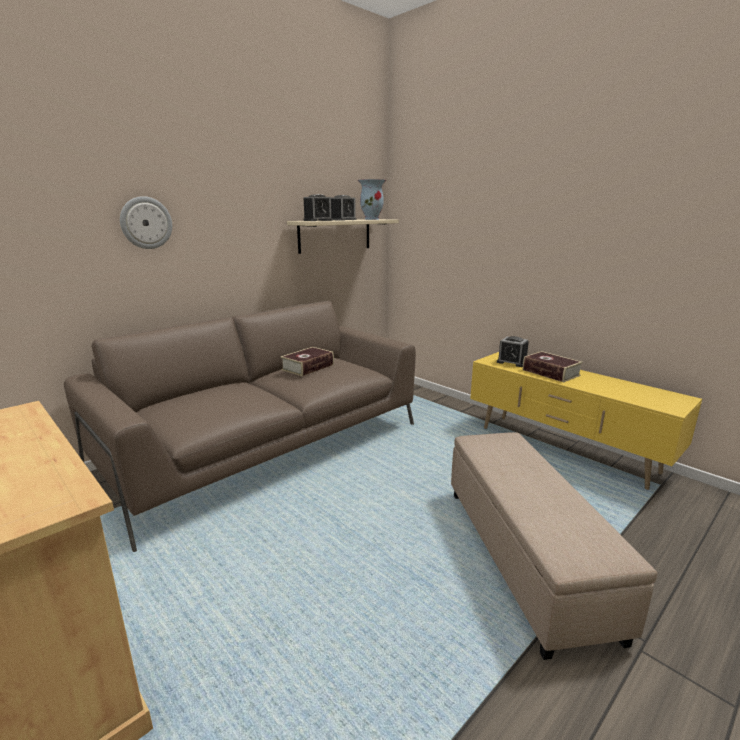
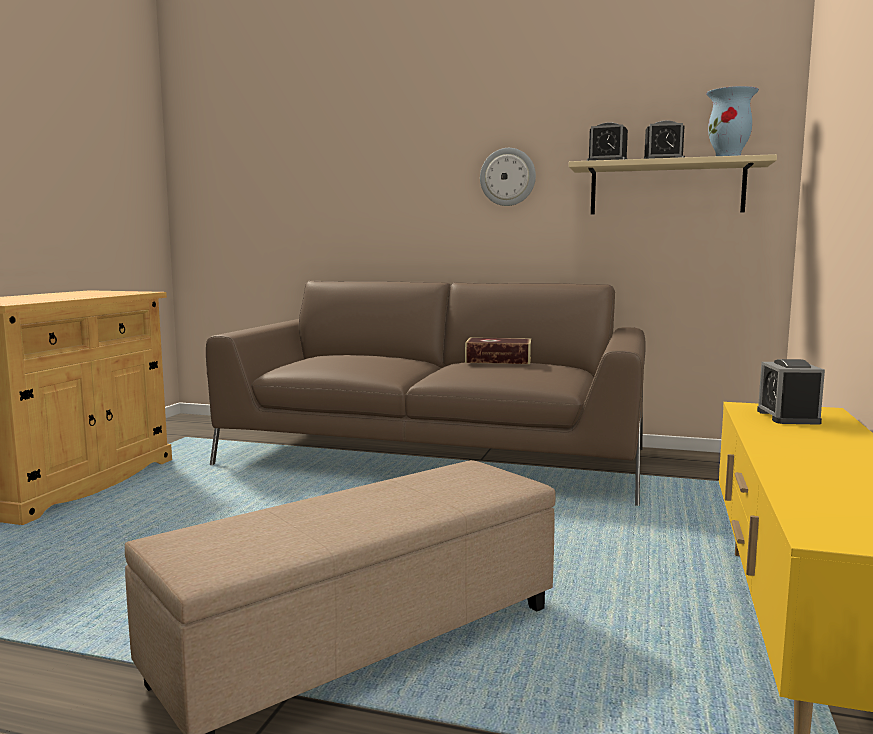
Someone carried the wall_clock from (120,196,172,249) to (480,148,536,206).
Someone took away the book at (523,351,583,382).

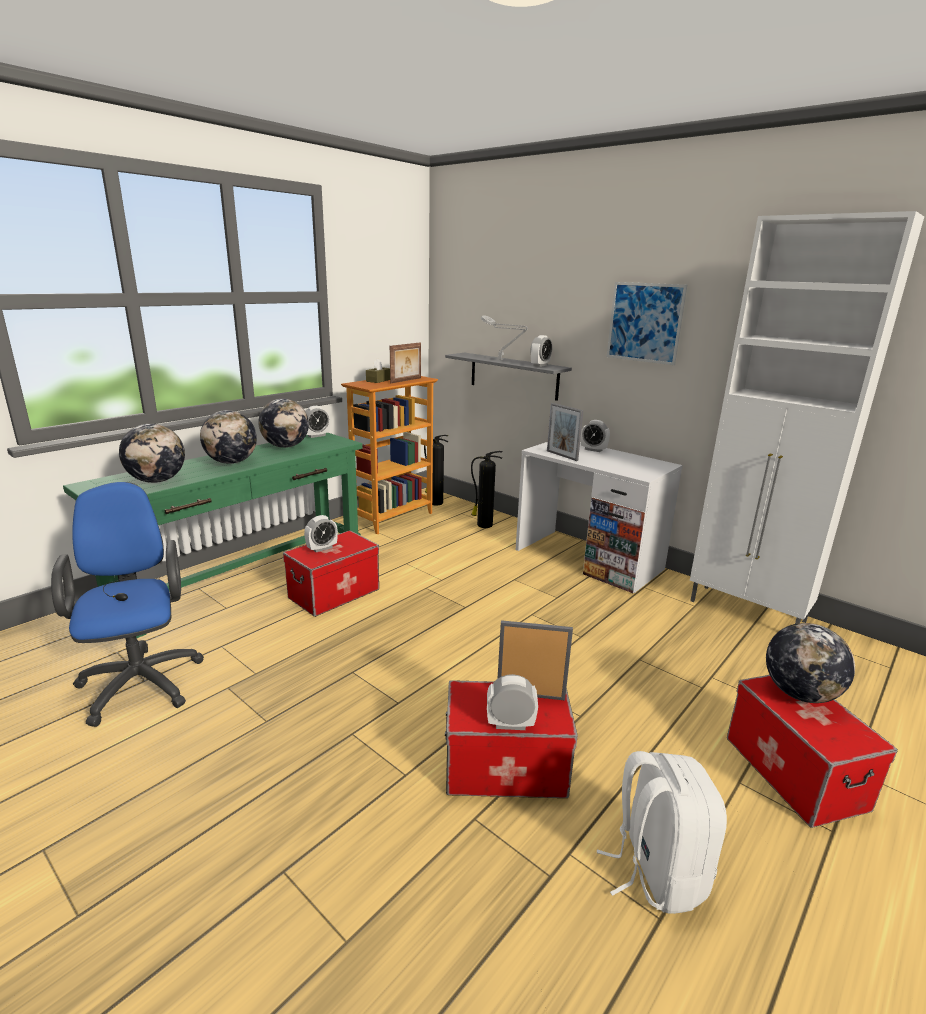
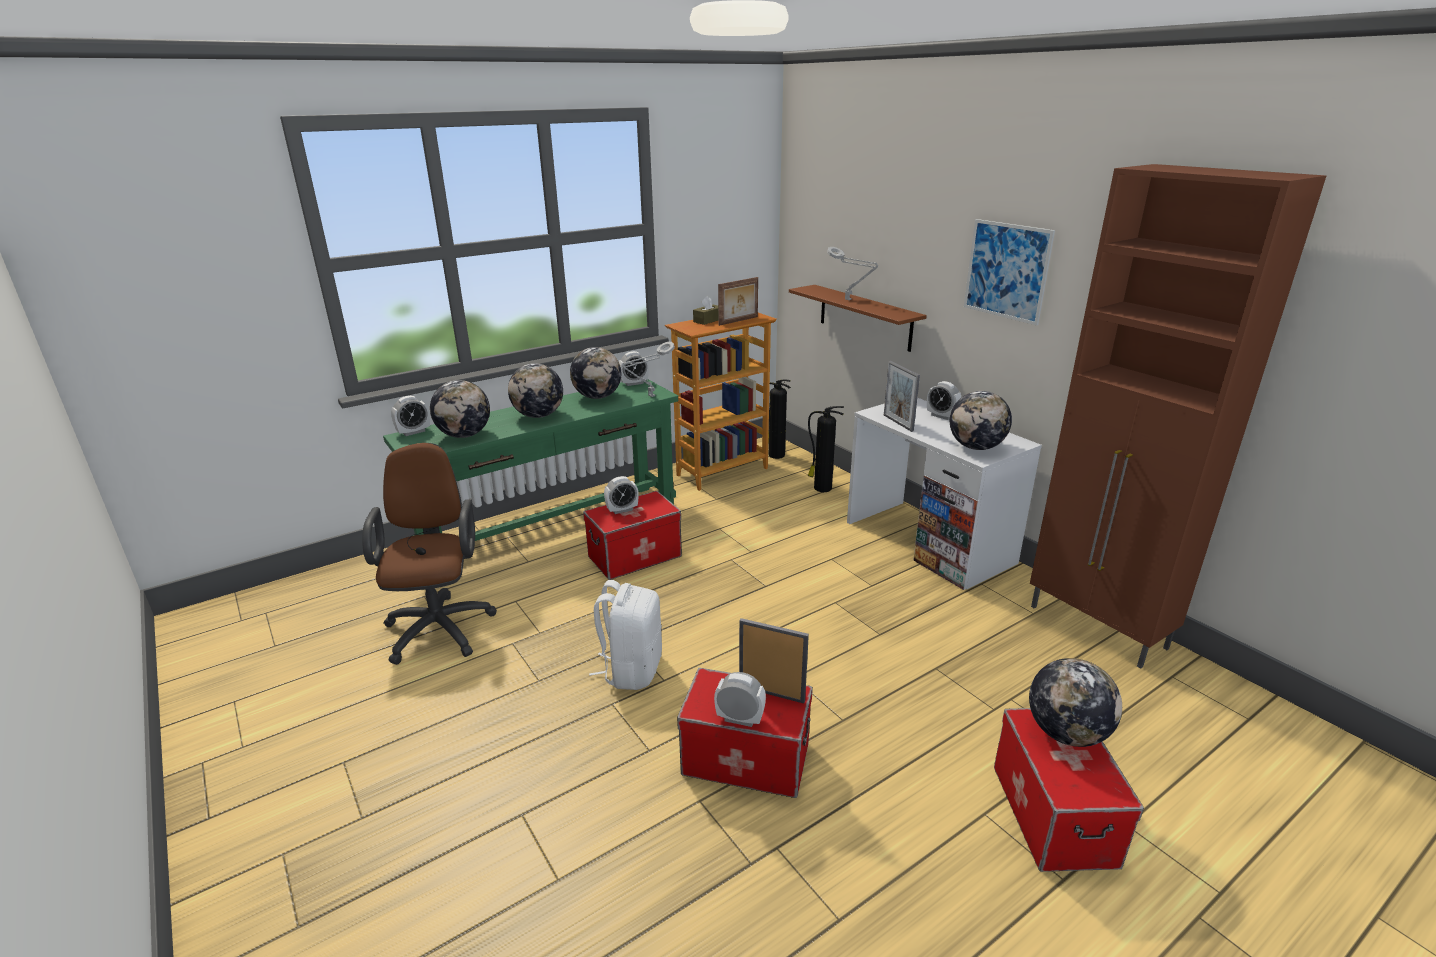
Someone repainted the blue_office_chair at (51,482,204,727), which became the brown_office_chair at (362,443,497,665).
Someone repainted the grey_shelf at (445,353,572,401), which became the brown_shelf at (789,285,927,352).
Someone carried the alarm_clock from (530,335,552,367) to (391,396,430,436).
Someone carried the white_backpack from (597,751,727,914) to (589,580,662,690).
Someone repainted the white_cabinet at (690,211,924,624), which became the brown_cabinet at (1030,164,1326,668).
Someone put down the grey_table_lamp at (622,342,675,397).
Someone put down the globe at (950,391,1012,450).

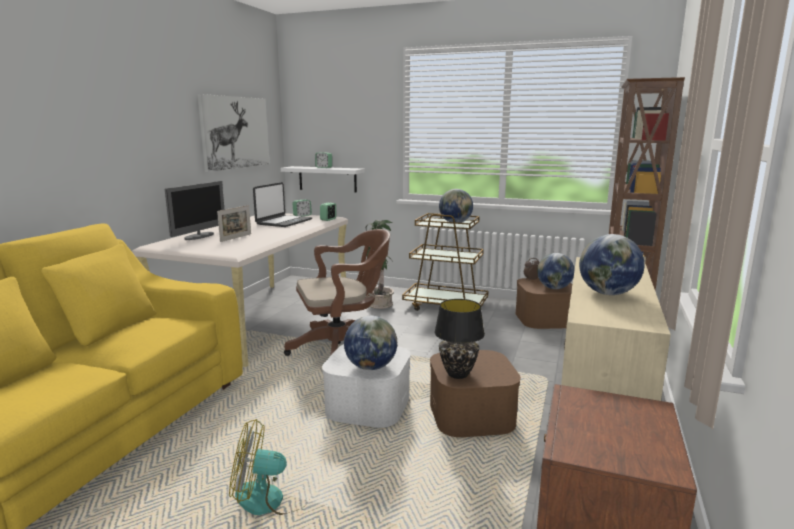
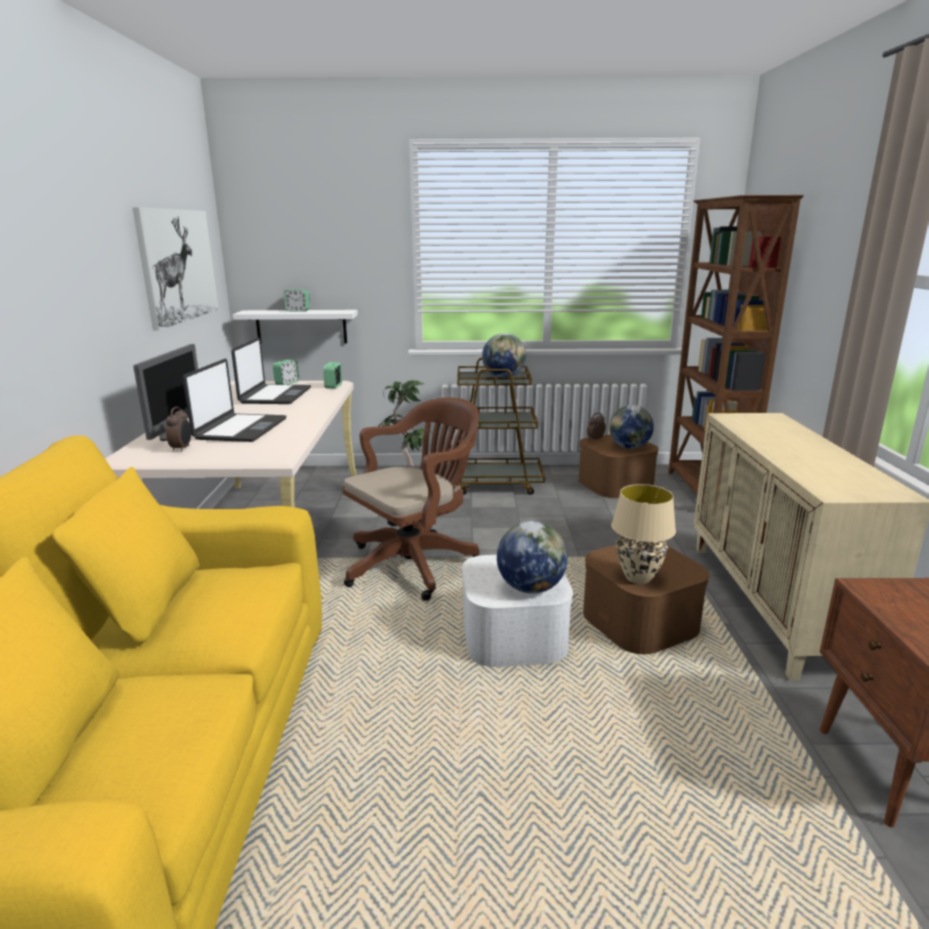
Someone swapped the picture_frame at (217,205,251,242) for the laptop at (183,359,286,442).
Someone took away the fan at (229,419,309,515).
Someone repainted the black_table_lamp at (434,299,485,379), which became the beige_table_lamp at (611,484,676,584).
Someone took away the globe at (579,234,644,295).
Someone put down the alarm_clock at (166,407,191,452).

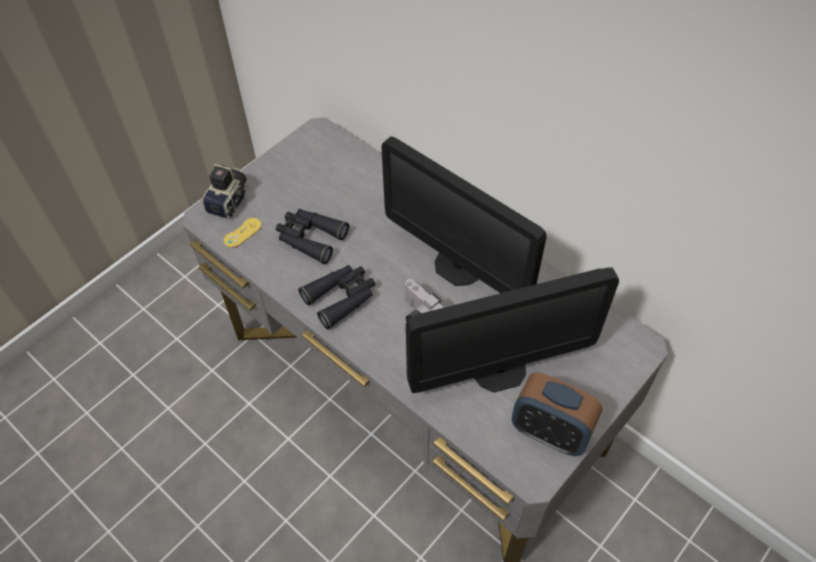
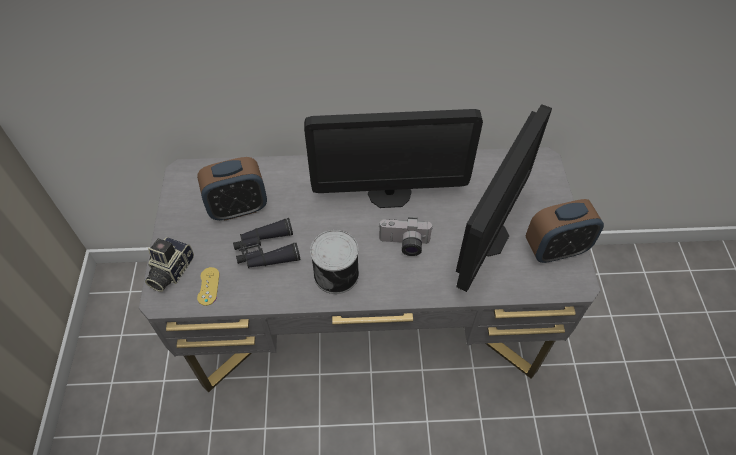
Someone rotated the photo_camera at (202,164,247,219) by 135 degrees counterclockwise.
Someone swapped the black_binoculars at (298,265,376,330) for the can at (310,230,359,294).
Someone put down the alarm_clock at (197,157,267,221).

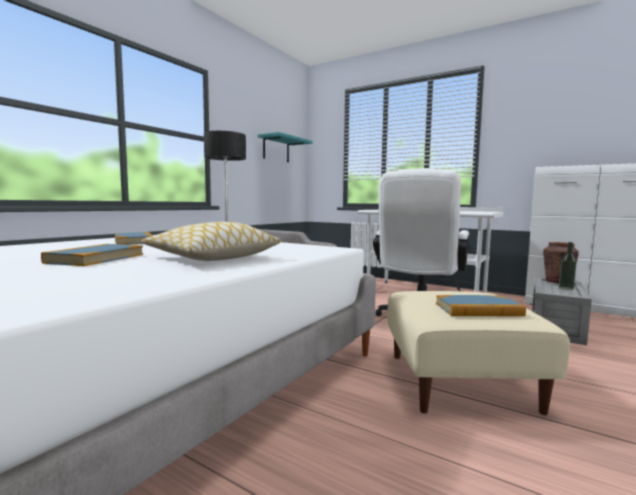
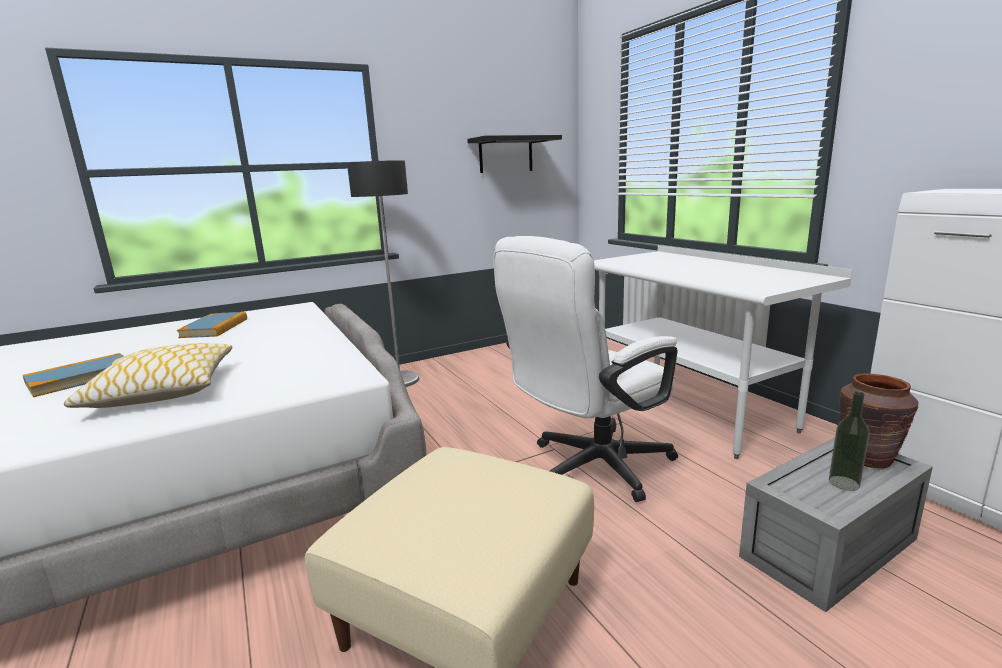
Someone repainted the turquoise_shelf at (258,132,312,162), which became the black_shelf at (467,135,562,173).
Someone took away the book at (436,295,526,316).

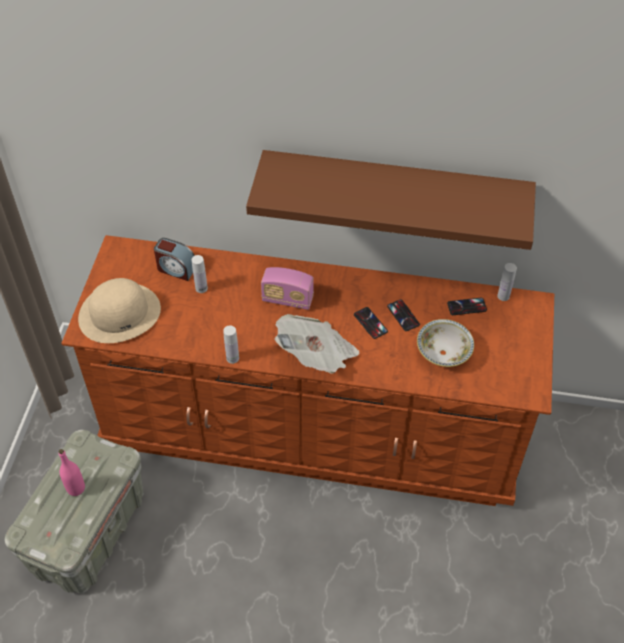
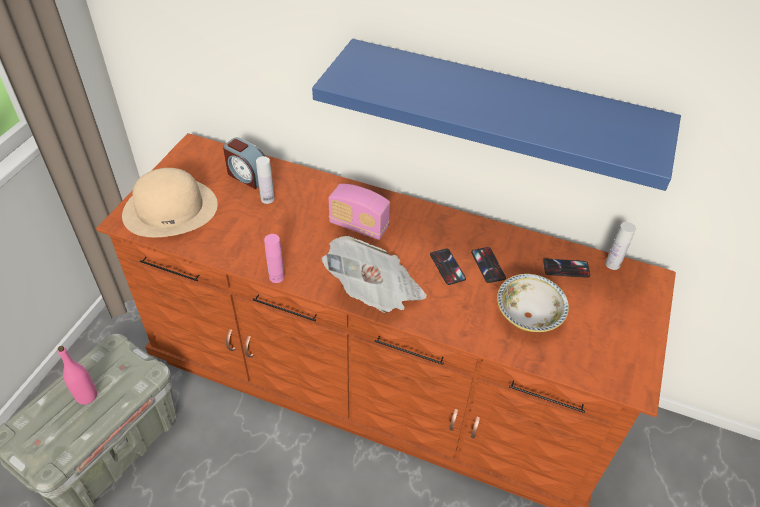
Someone repainted the white_bottle at (223,325,239,364), which became the pink_bottle at (264,234,284,283).
Someone repainted the brown_shelf at (246,150,536,250), which became the blue_shelf at (312,39,681,191).

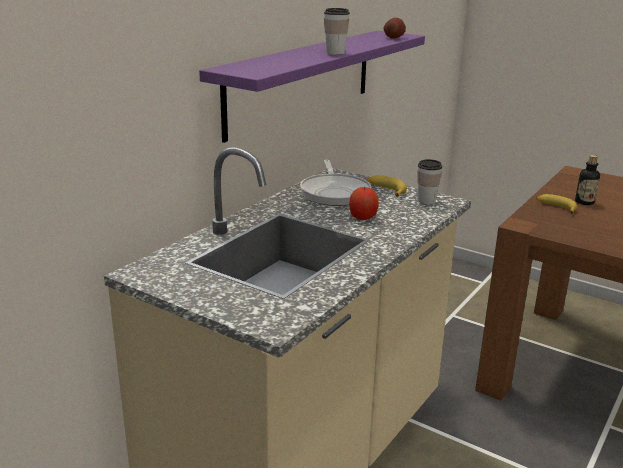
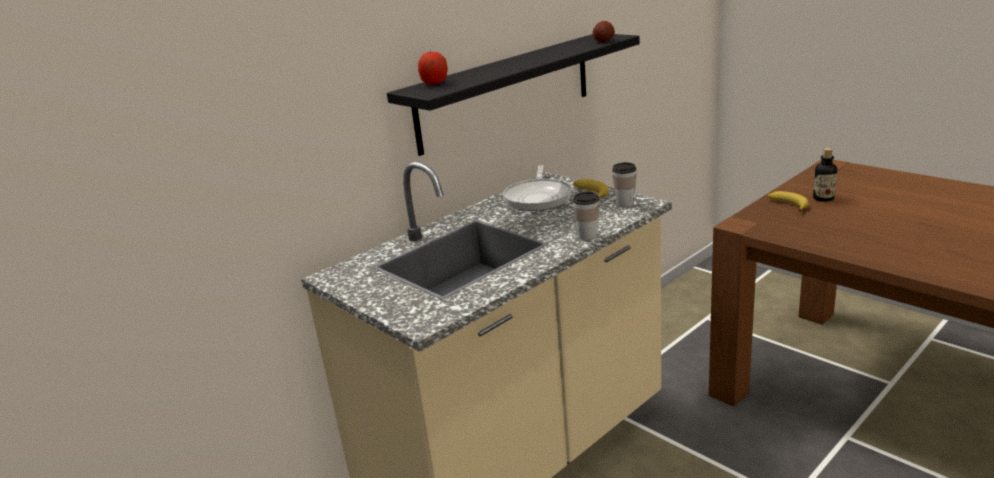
Someone repainted the purple_shelf at (199,31,425,143), which became the black_shelf at (387,34,640,156).
Someone carried the cup from (324,8,350,55) to (572,192,599,240).
Someone carried the apple from (349,187,379,220) to (418,51,448,85).

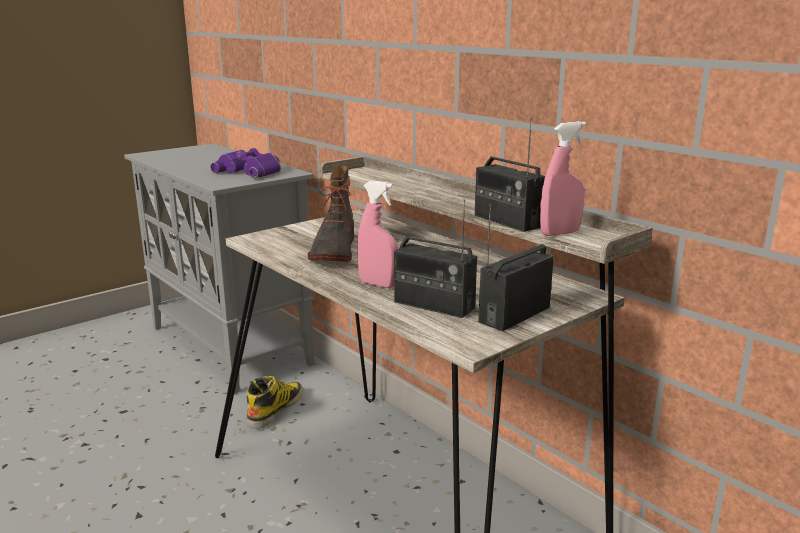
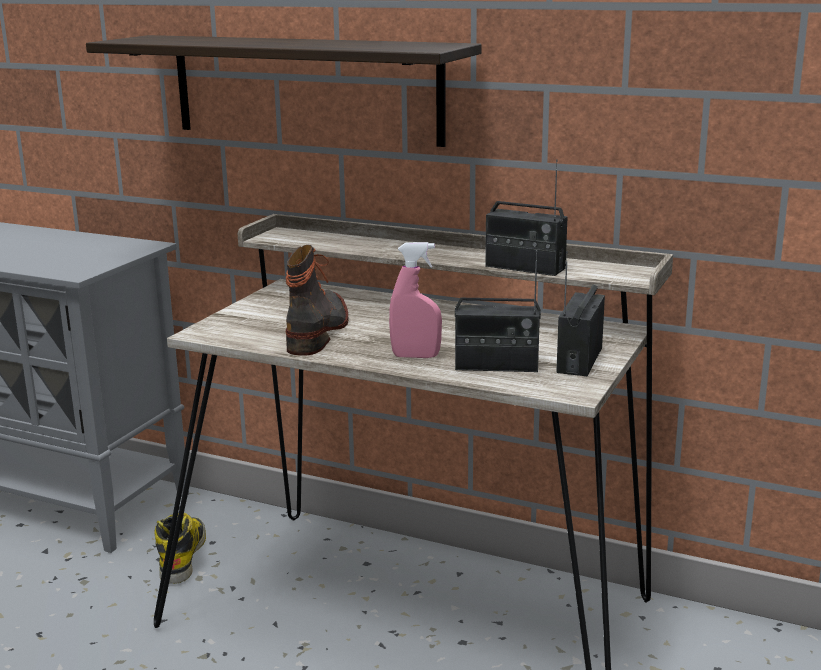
Someone took away the purple_binoculars at (210,148,281,178).
Someone rotated the boot at (308,166,354,262) by 150 degrees counterclockwise.
Someone took away the pink_spray_bottle at (540,121,586,236).
Someone put up the shelf at (86,35,482,147).

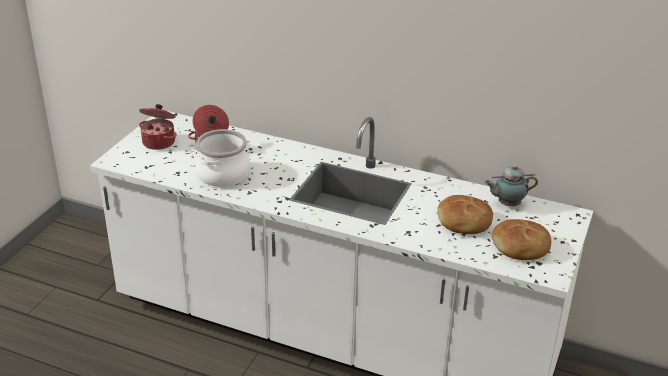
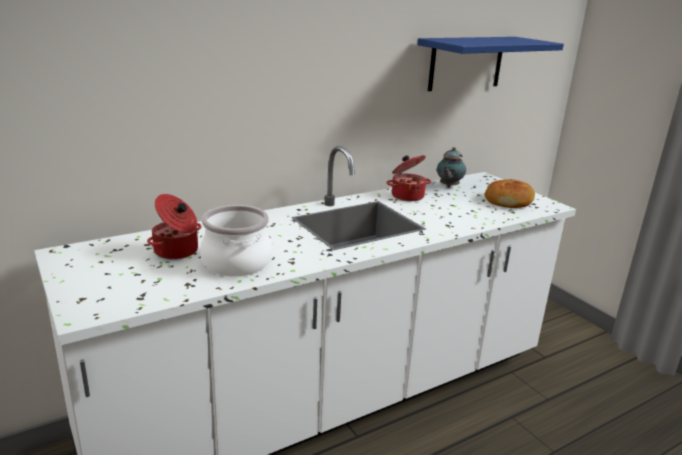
Someone carried the cooking_pot from (139,104,177,150) to (387,155,431,201).
Someone took away the bread at (438,195,493,234).
Someone put up the blue_shelf at (417,37,564,91).

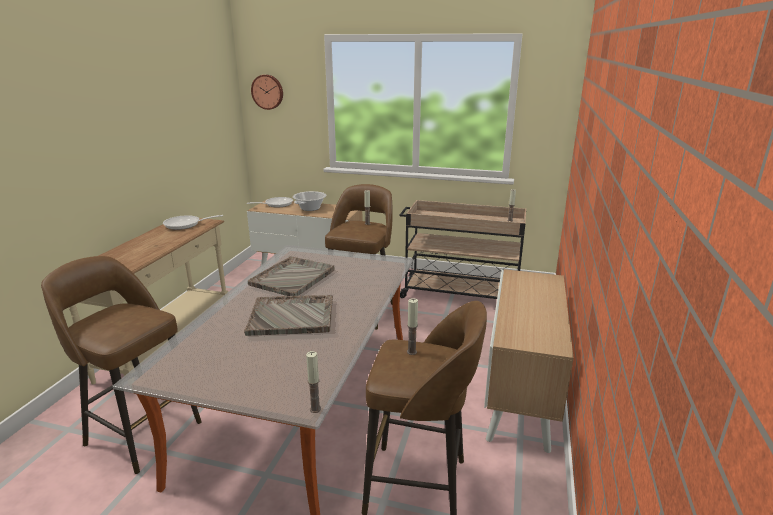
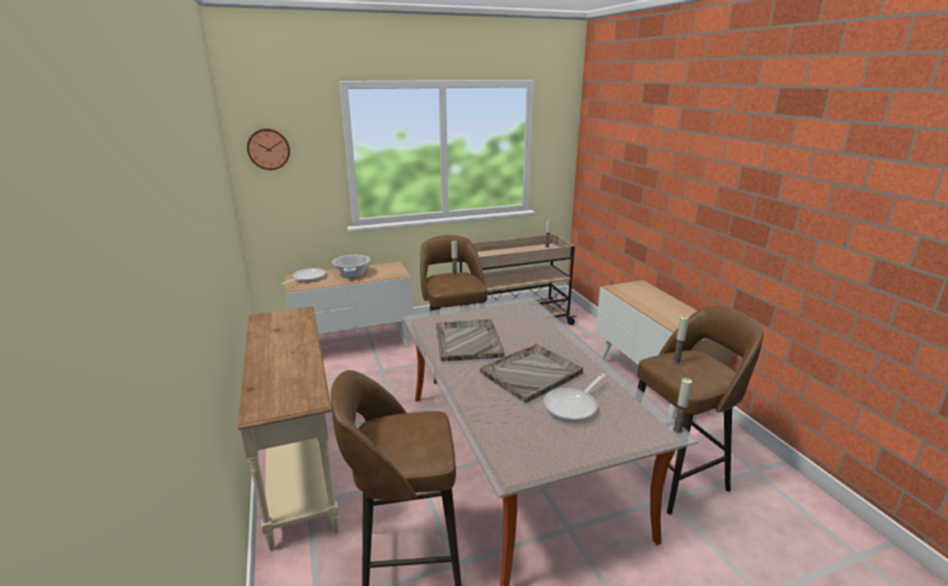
Someone carried the frying_pan from (163,215,223,230) to (544,374,606,422).

